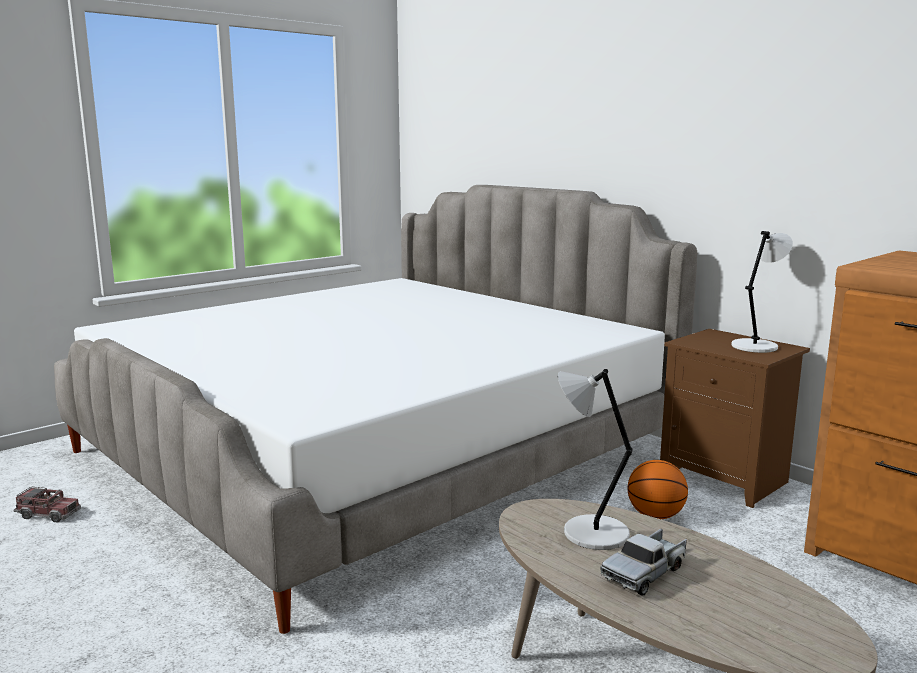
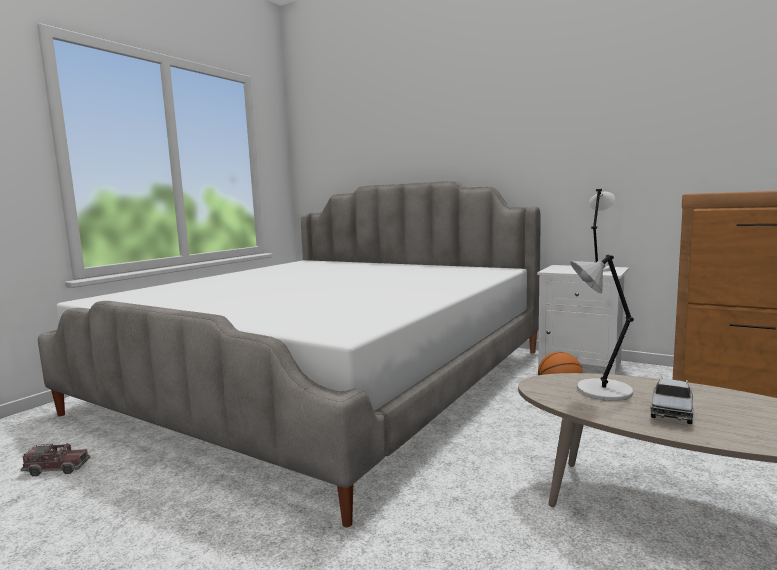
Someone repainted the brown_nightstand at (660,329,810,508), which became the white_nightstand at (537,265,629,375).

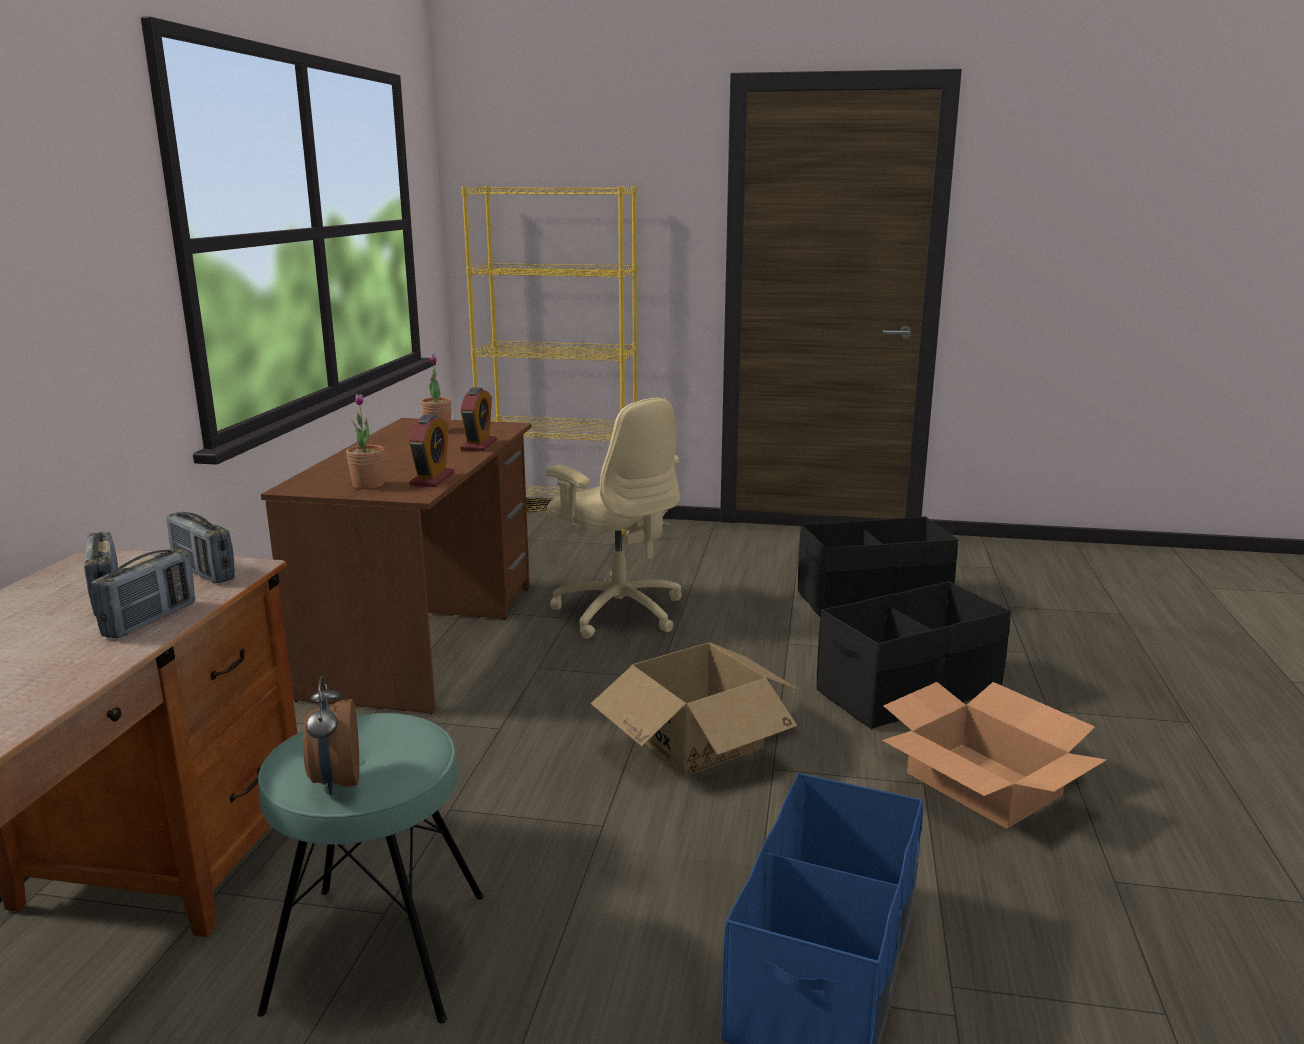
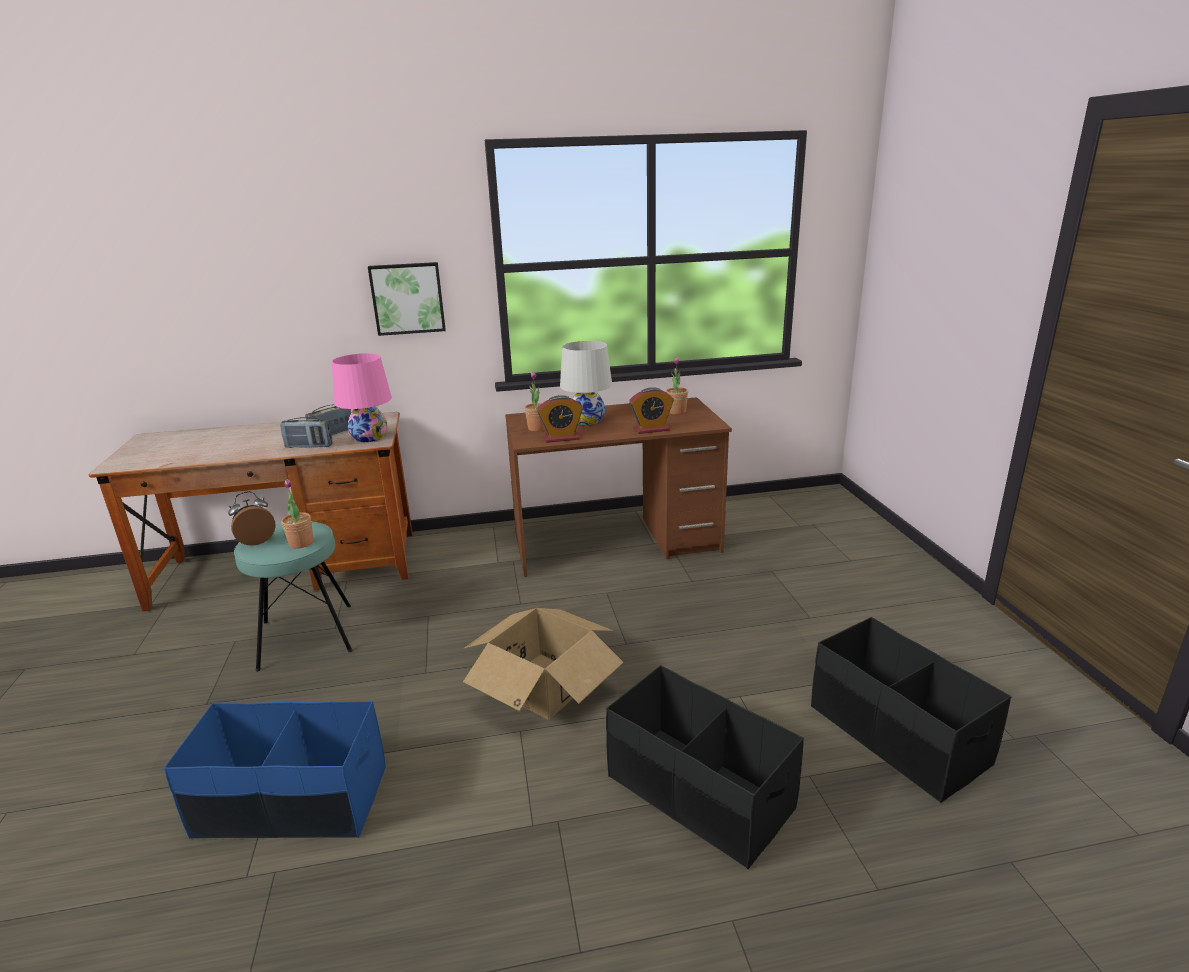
Someone swapped the radio at (167,512,235,583) for the pink_table_lamp at (332,353,392,442).
Someone took away the yellow_bookcase at (462,186,638,537).
Someone took away the beige_office_chair at (546,398,682,639).
Someone took away the cardboard_box at (882,682,1107,829).
Someone put down the potted_plant at (281,479,313,549).
Someone put up the picture at (368,262,446,336).
Someone put down the white_table_lamp at (560,341,612,425).

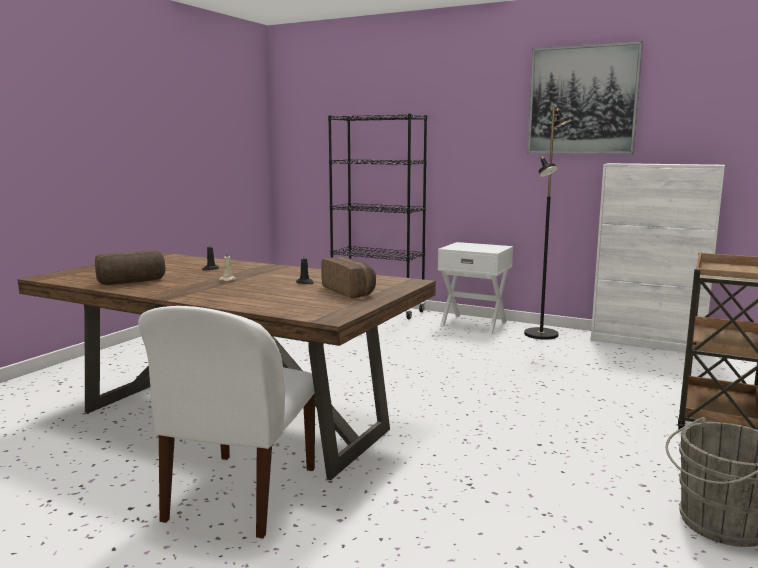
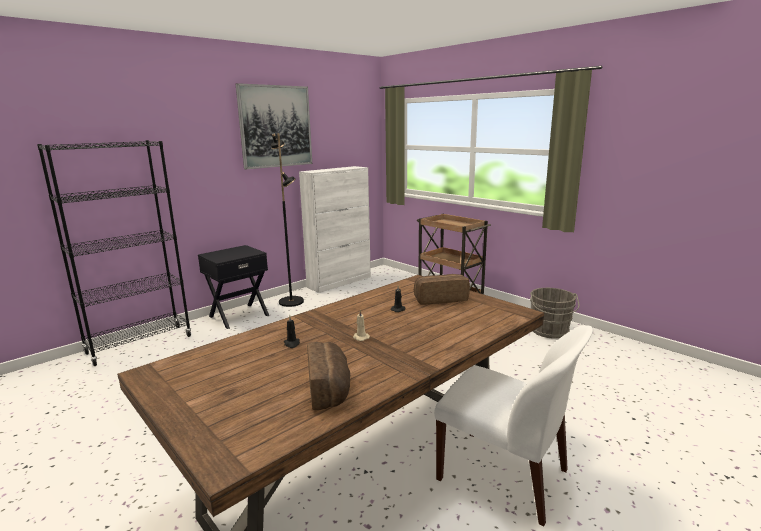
Someone repainted the white_nightstand at (438,242,513,334), which became the black_nightstand at (198,245,269,329).

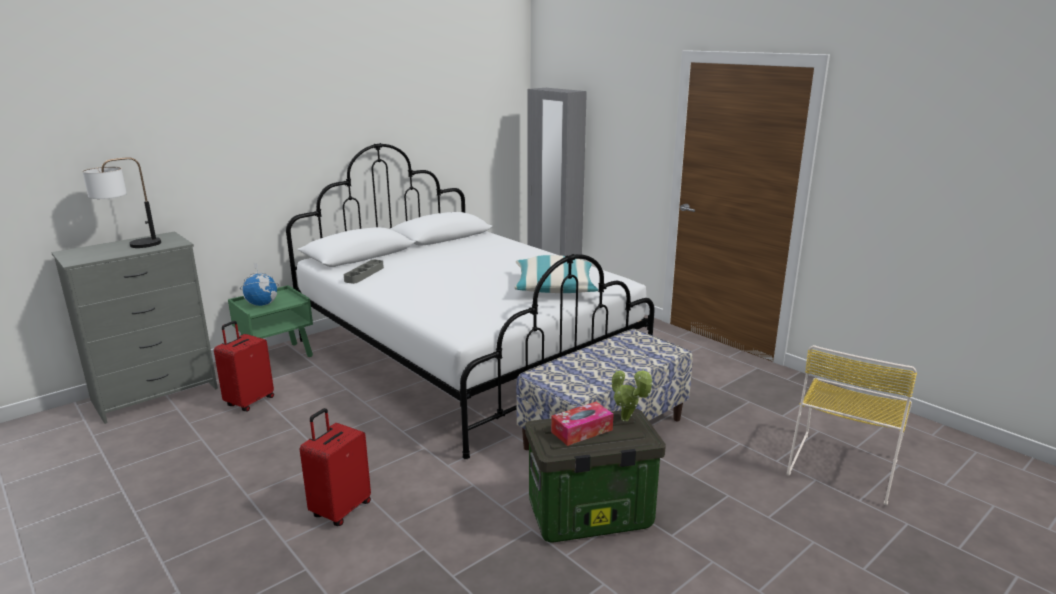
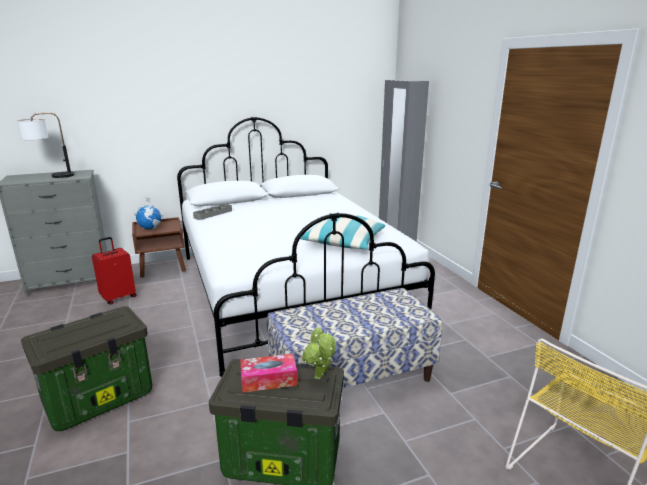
Someone repainted the green_nightstand at (228,285,313,357), which became the brown_nightstand at (132,217,186,278).
Someone swapped the red_suitcase at (300,408,371,526) for the storage_box at (21,306,152,431).

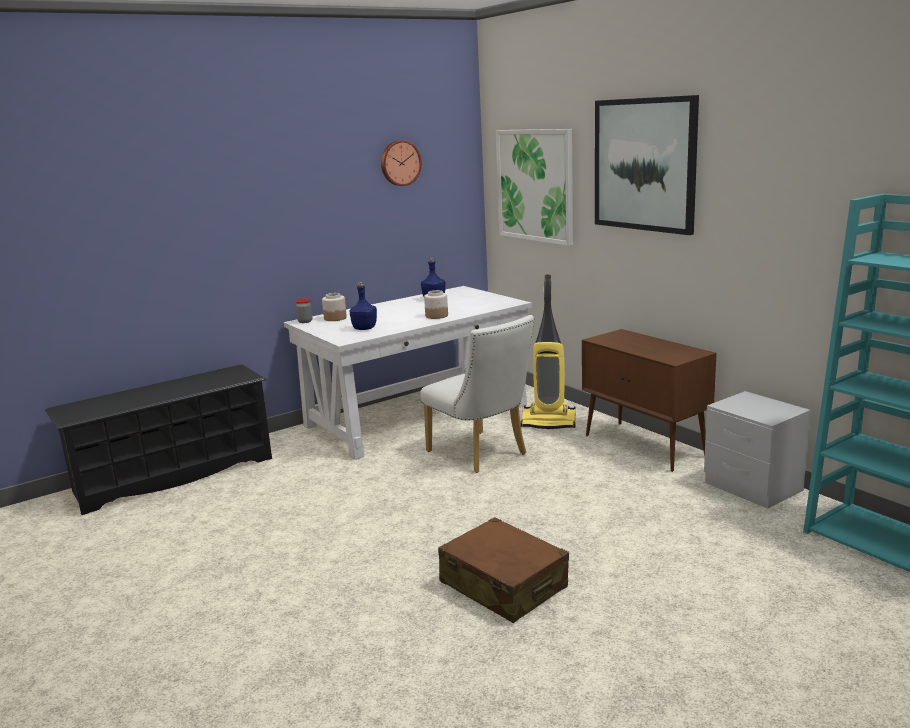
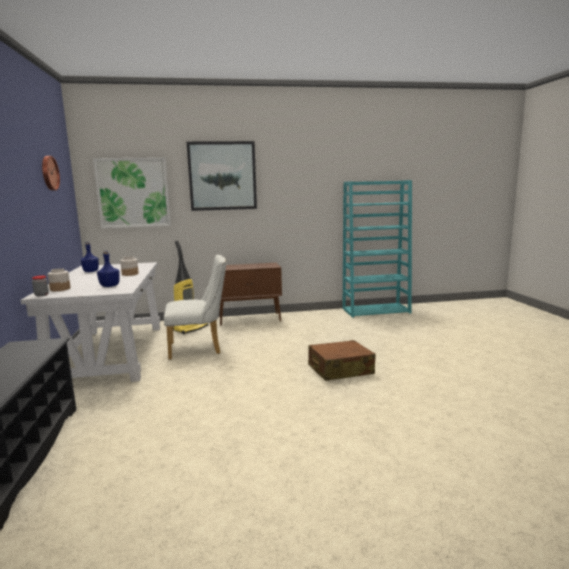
Someone took away the grey_nightstand at (704,391,811,509).

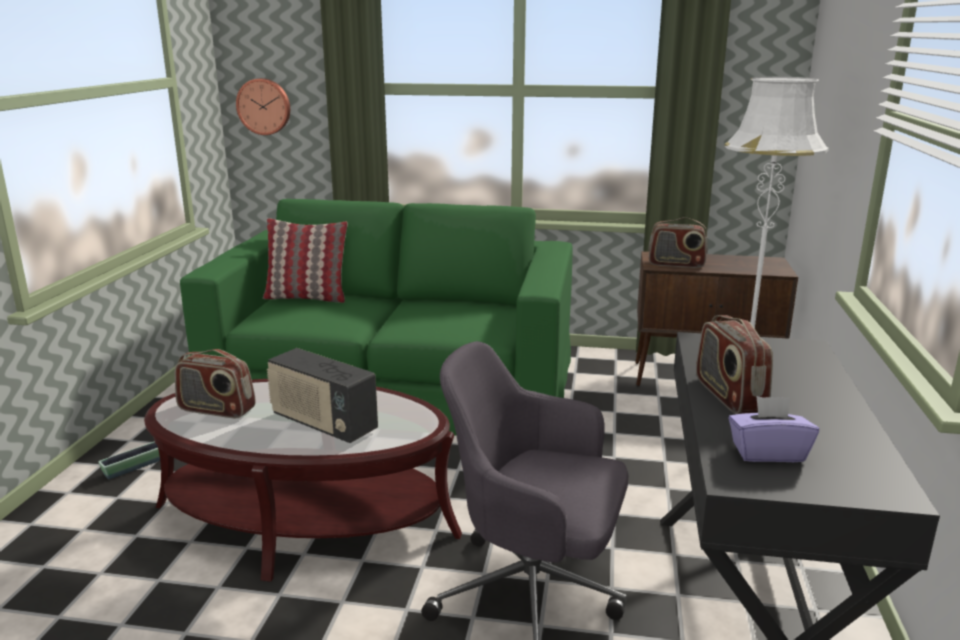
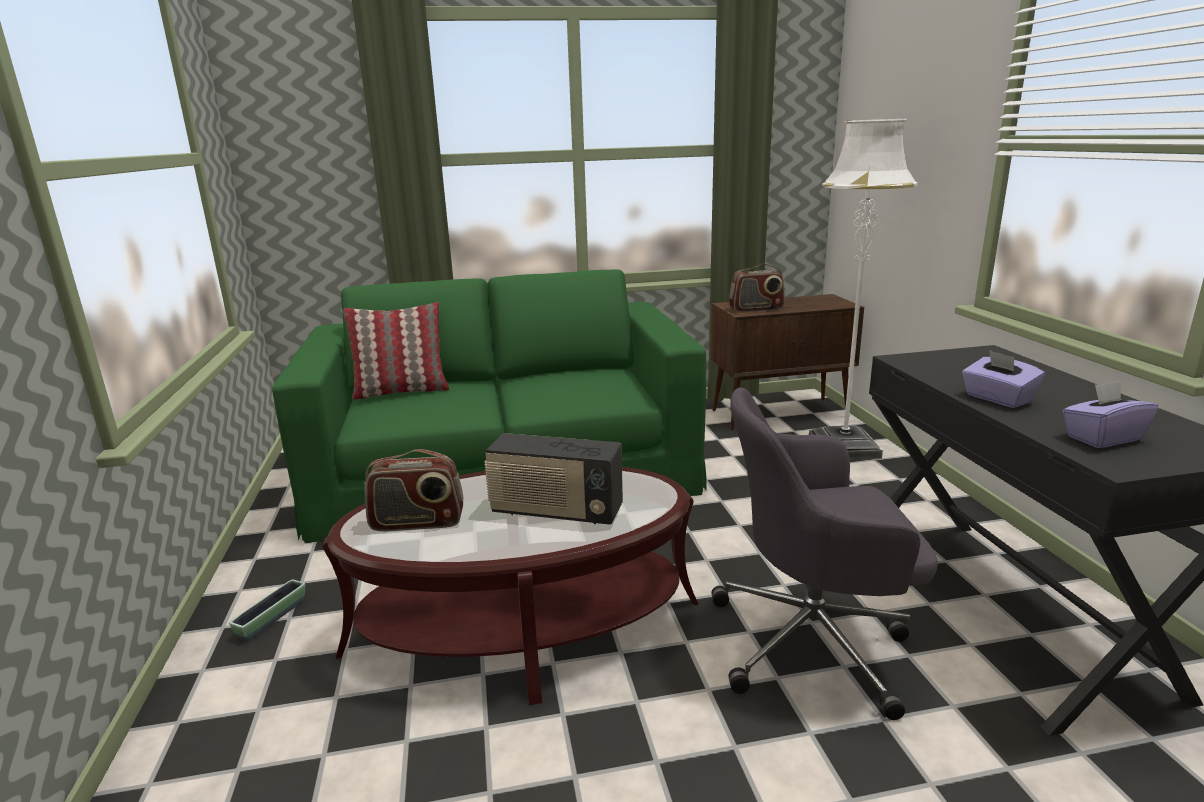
Someone took away the wall_clock at (236,78,290,135).
Someone swapped the radio at (696,315,773,414) for the purple_tissue_box at (962,350,1045,408).

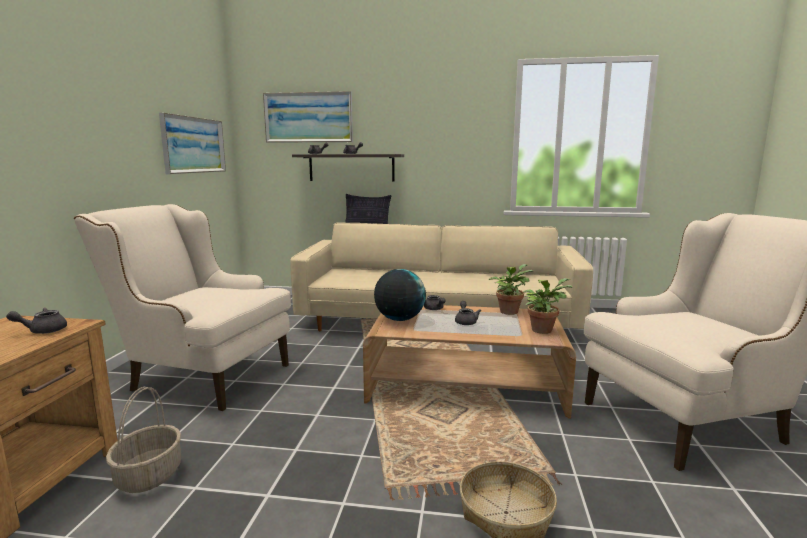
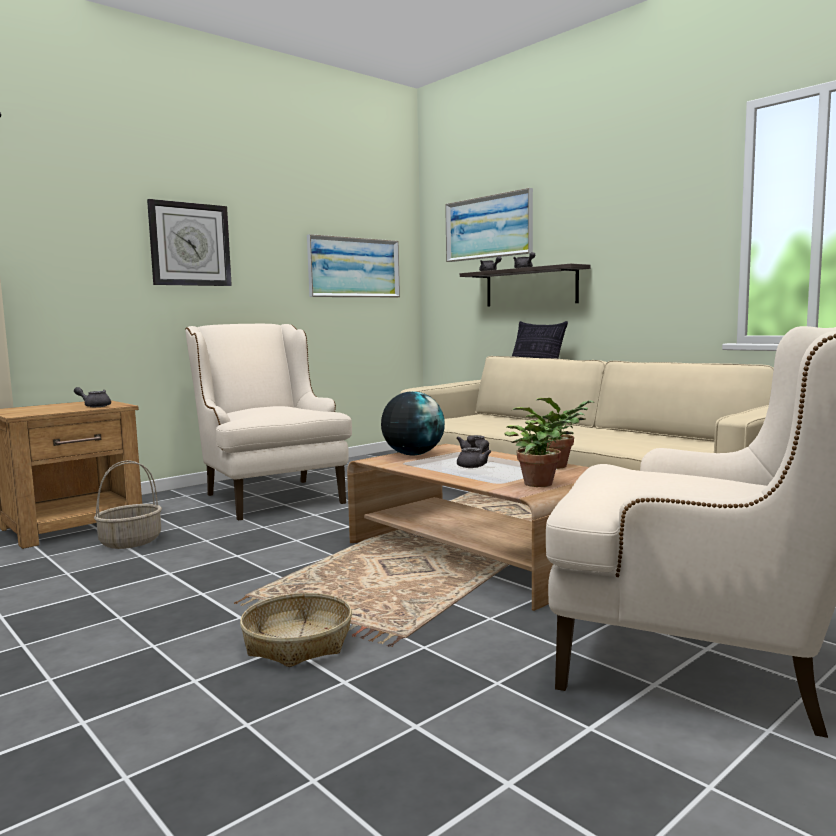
Someone put up the wall_clock at (147,199,232,286).

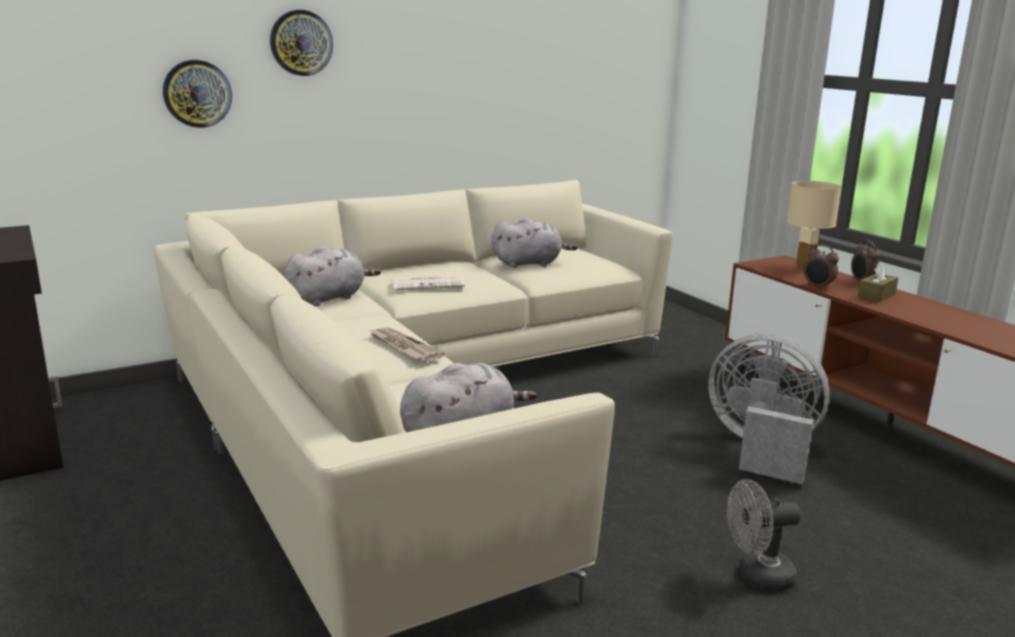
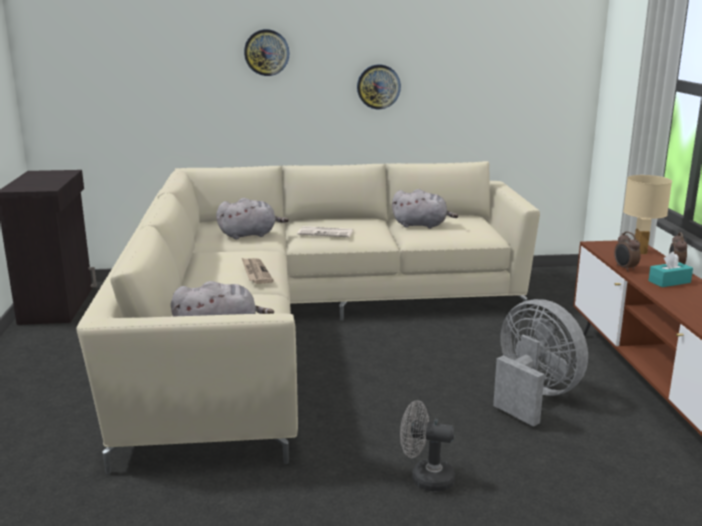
Someone carried the wall_clock from (163,60,232,128) to (357,65,401,109).
Someone repainted the brown_tissue_box at (858,262,898,302), which became the turquoise_tissue_box at (648,252,693,287).

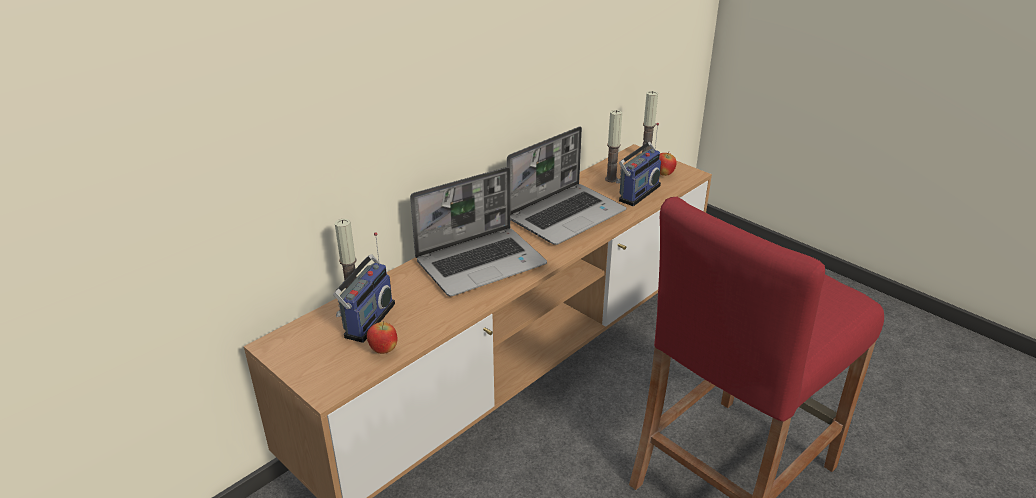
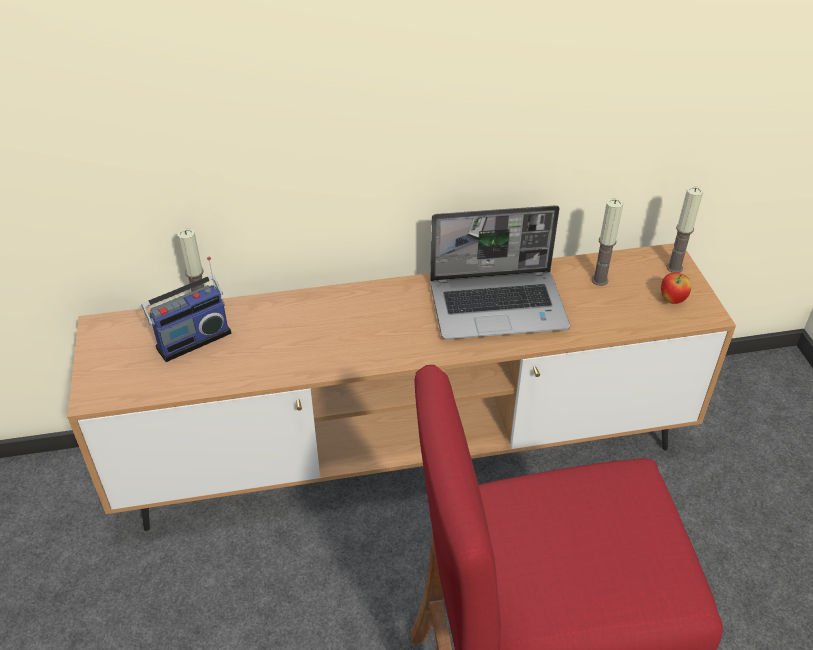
Someone took away the apple at (367,321,397,354).
Someone took away the laptop at (410,167,547,296).
Someone took away the radio at (616,123,661,206).

